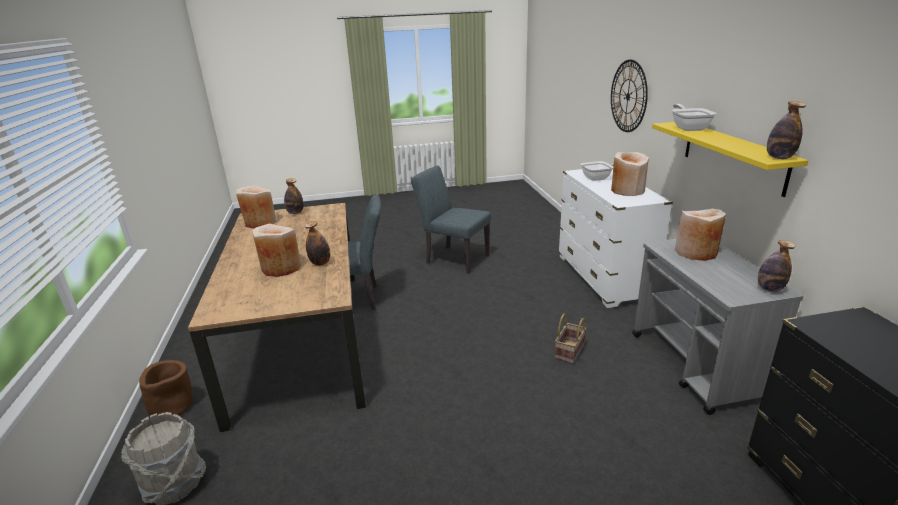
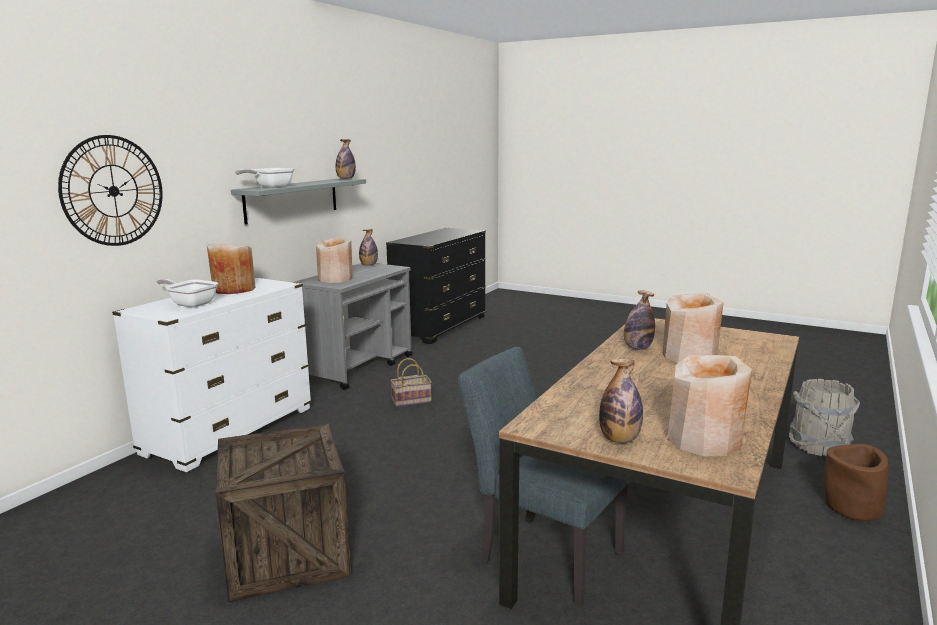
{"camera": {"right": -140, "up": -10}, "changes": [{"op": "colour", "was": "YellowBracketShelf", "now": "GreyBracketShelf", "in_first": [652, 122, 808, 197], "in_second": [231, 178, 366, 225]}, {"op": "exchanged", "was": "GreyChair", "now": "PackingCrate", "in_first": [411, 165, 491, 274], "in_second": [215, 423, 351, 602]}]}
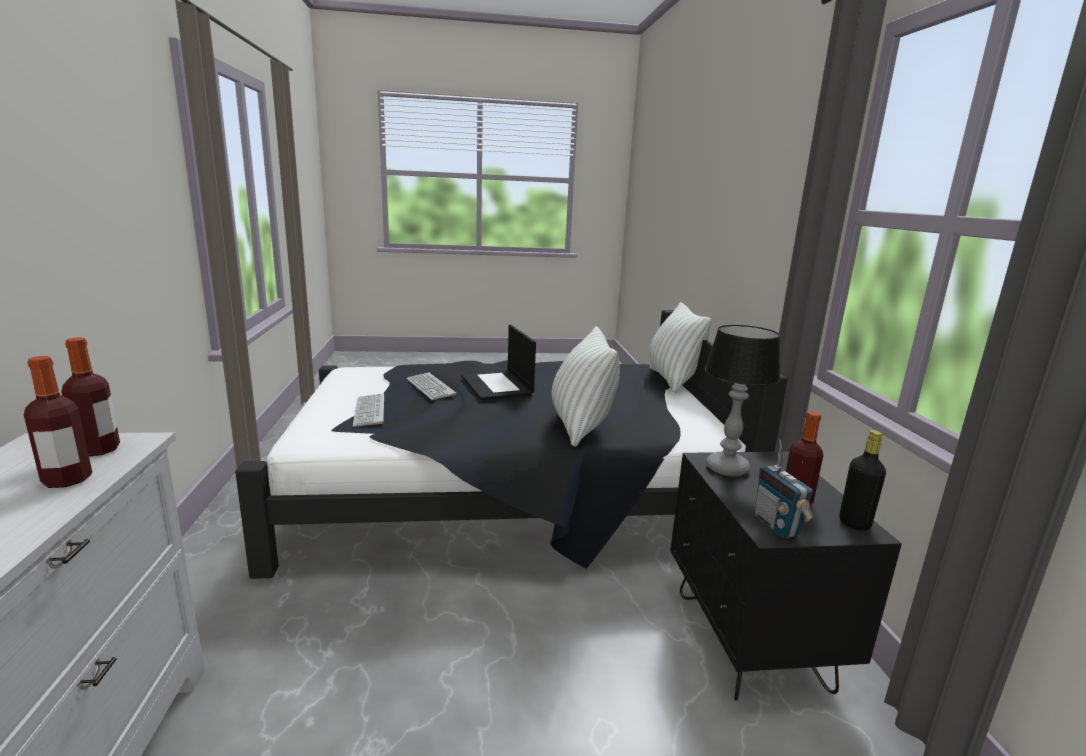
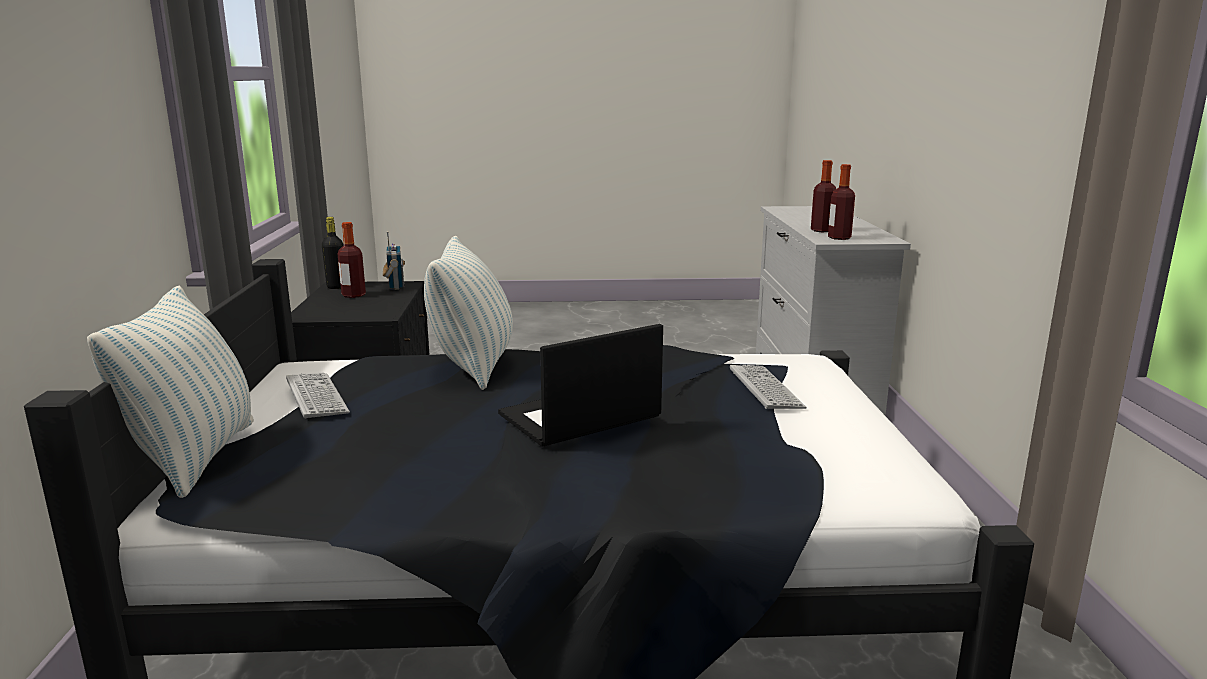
{"camera": {"right": -175, "up": 0}, "changes": [{"op": "spun", "was": "Laptop", "in_first": [461, 325, 536, 400], "in_second": [498, 324, 663, 447], "clockwise": -105}, {"op": "missing", "was": "TableLamp", "in_first": [705, 325, 780, 477]}, {"op": "relocated", "was": "PcKeyboard", "in_first": [407, 373, 456, 400], "in_second": [286, 373, 350, 419]}]}
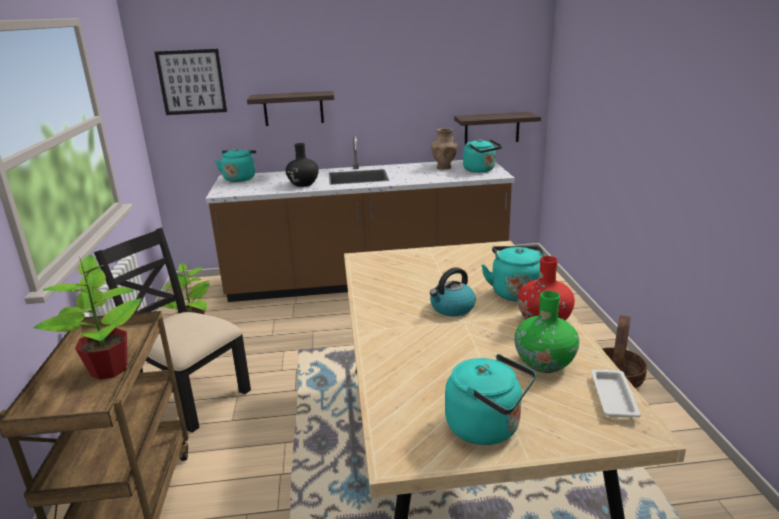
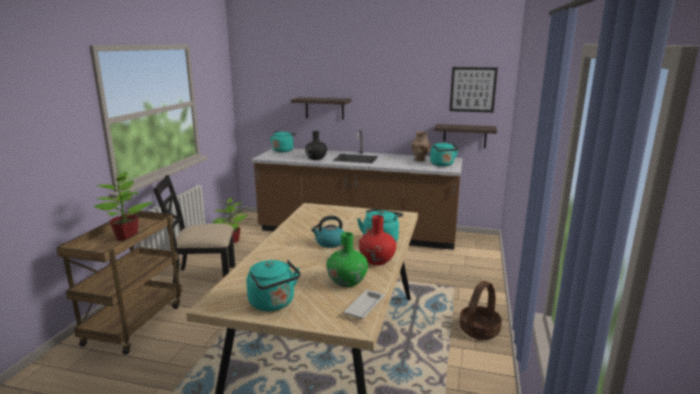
{"camera": {"right": 20, "up": -5}, "changes": [{"op": "relocated", "was": "WallPicture", "in_first": [155, 49, 227, 115], "in_second": [449, 67, 498, 113]}, {"op": "spun", "was": "BlackColouredChair", "in_first": [94, 227, 251, 433], "in_second": [153, 175, 235, 283], "clockwise": -60}]}
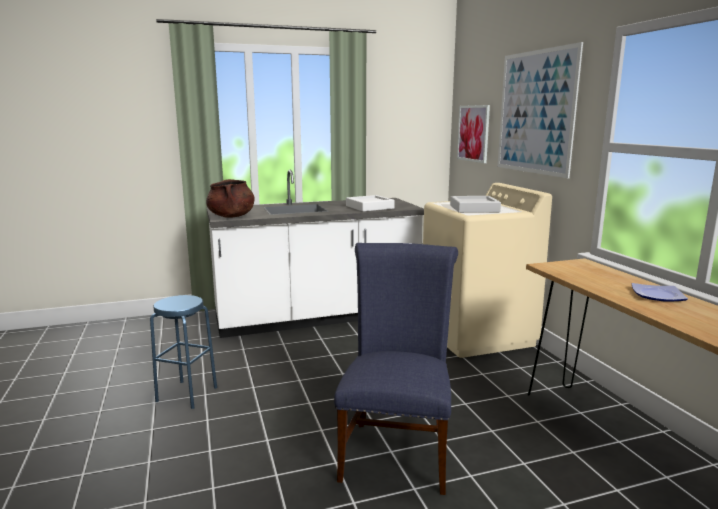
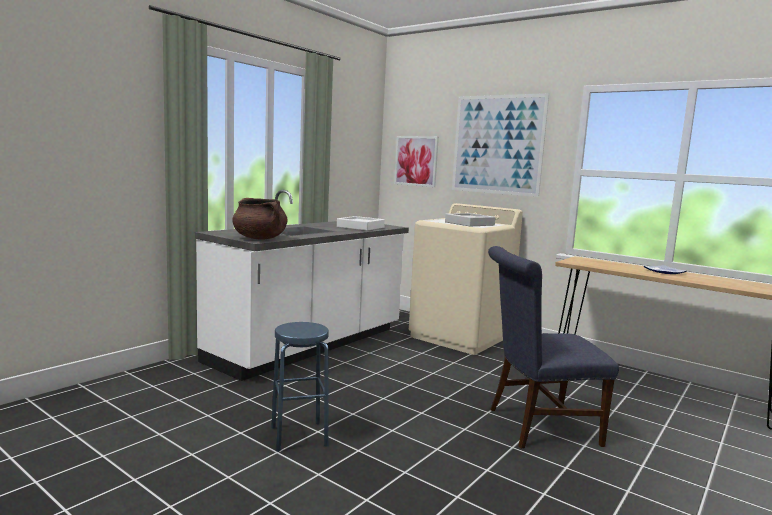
{"camera": {"right": -35, "up": -5}, "changes": [{"op": "spun", "was": "BlueColouredChair", "in_first": [334, 243, 458, 495], "in_second": [488, 246, 619, 449], "clockwise": -75}]}
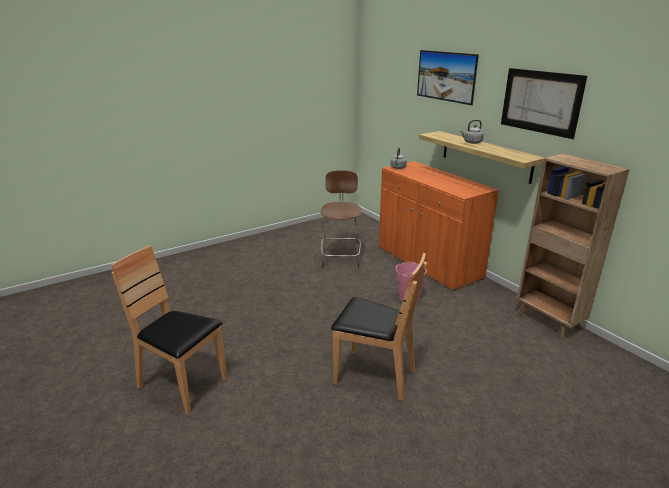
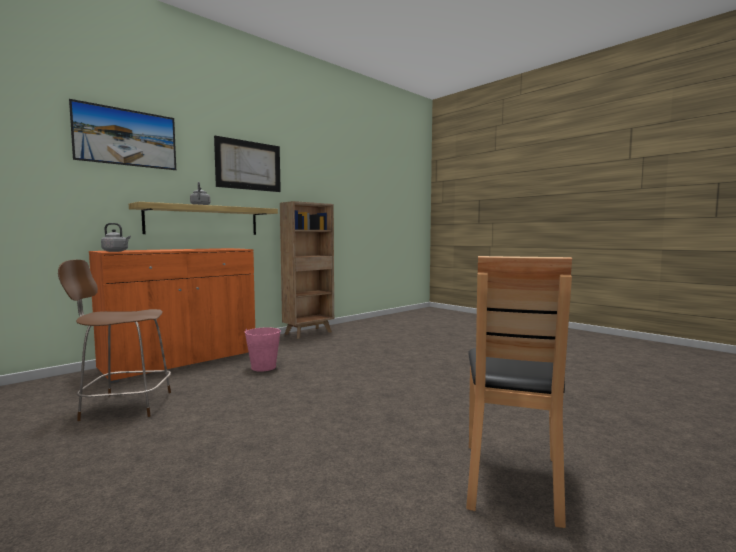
{"camera": {"right": -100, "up": -20}, "changes": [{"op": "missing", "was": "BrownColouredChair", "in_first": [331, 253, 427, 401]}]}
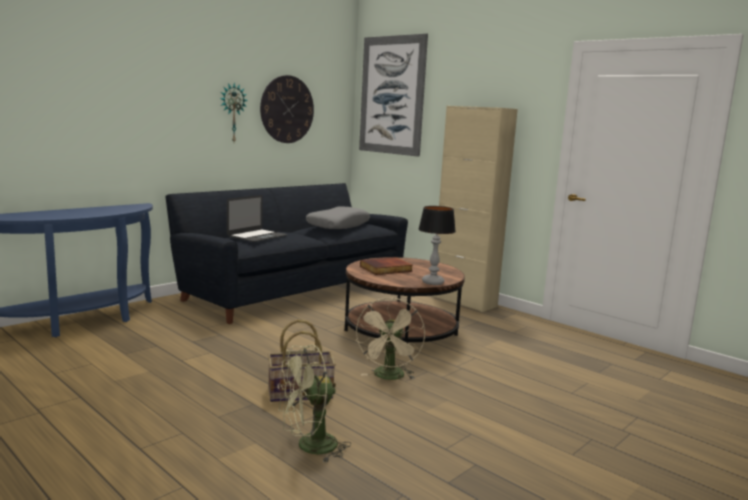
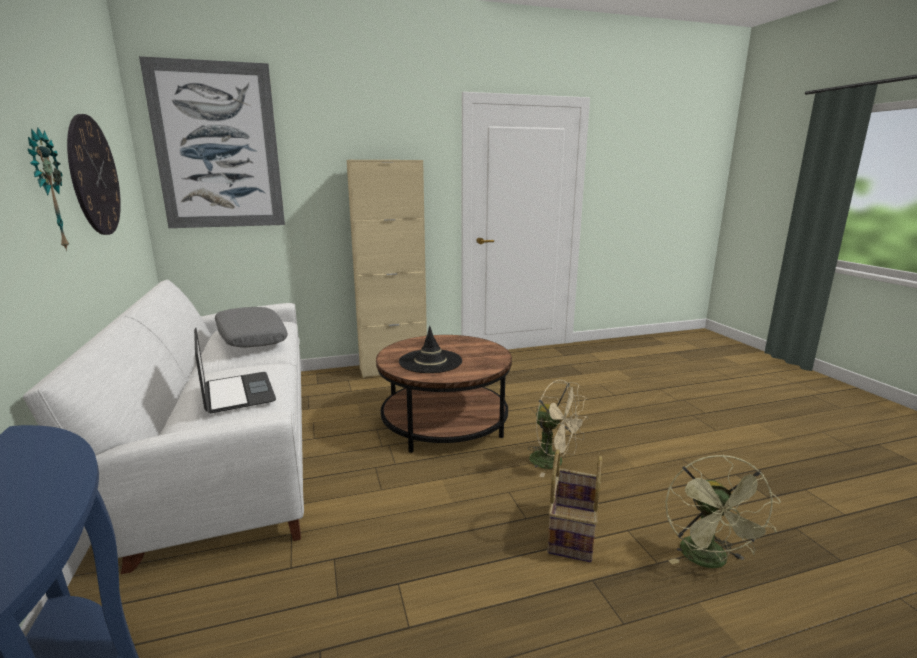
{"camera": {"right": -60, "up": 5}, "changes": [{"op": "colour", "was": "BlackColouredSofa", "now": "WhiteSofa", "in_first": [165, 183, 408, 324], "in_second": [23, 280, 304, 574]}, {"op": "missing", "was": "TableLamp", "in_first": [418, 206, 456, 285]}, {"op": "exchanged", "was": "Book", "now": "BlackColouredClothingHat", "in_first": [360, 257, 413, 275], "in_second": [399, 326, 462, 373]}]}
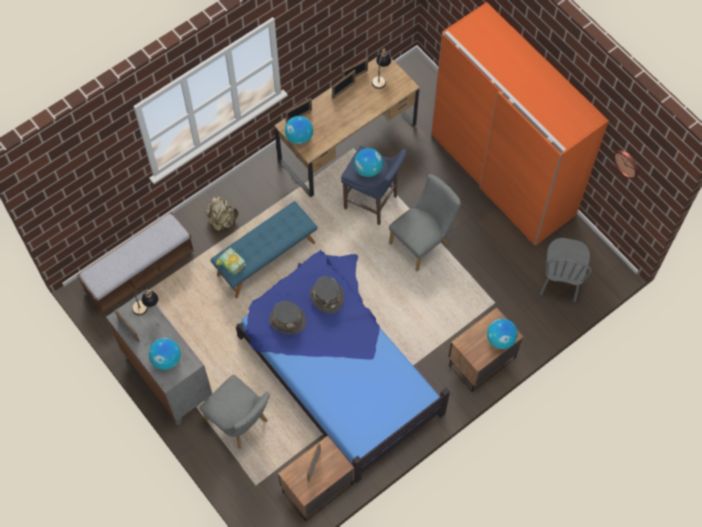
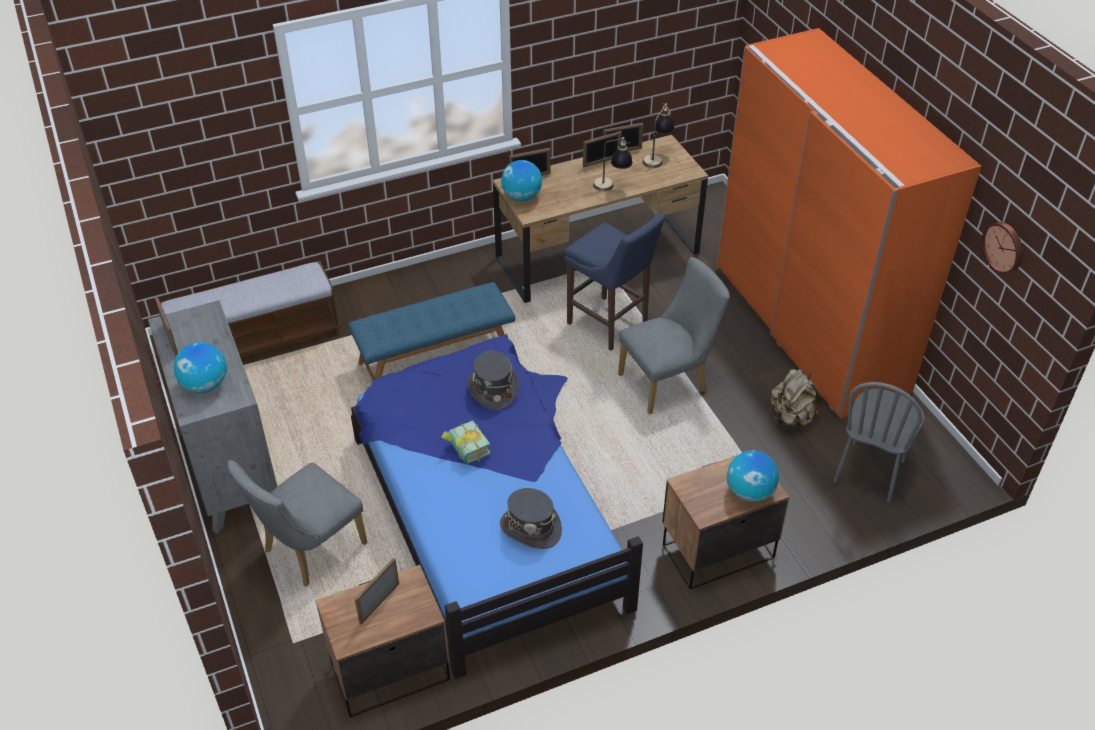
{"camera": {"right": 15, "up": -20}, "changes": [{"op": "missing", "was": "WorldGlobe", "in_first": [354, 148, 383, 177]}, {"op": "relocated", "was": "BeigeColouredRucksack", "in_first": [205, 196, 238, 231], "in_second": [771, 369, 822, 427]}, {"op": "relocated", "was": "Book", "in_first": [216, 247, 246, 275], "in_second": [441, 420, 491, 464]}, {"op": "relocated", "was": "TableLamp", "in_first": [132, 288, 159, 316], "in_second": [593, 136, 633, 191]}, {"op": "relocated", "was": "GreyClothingHat", "in_first": [269, 301, 306, 334], "in_second": [500, 488, 562, 549]}, {"op": "spun", "was": "GreyChair", "in_first": [200, 375, 270, 449], "in_second": [227, 460, 367, 587], "clockwise": 75}]}
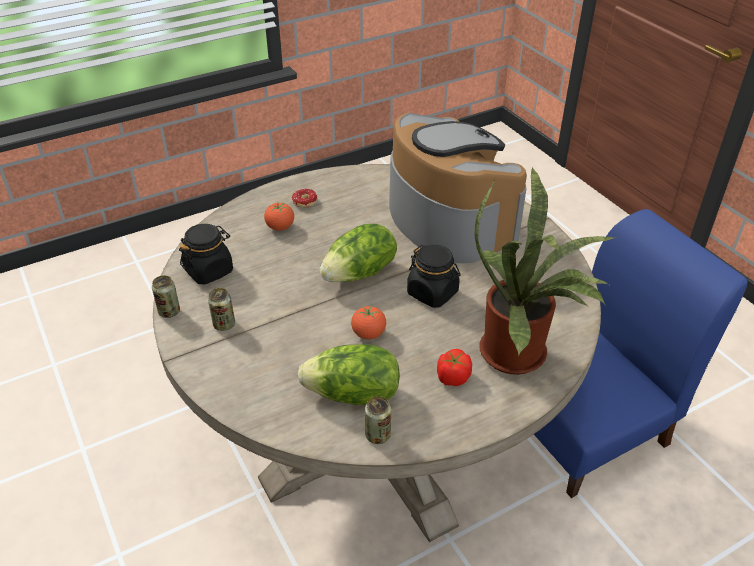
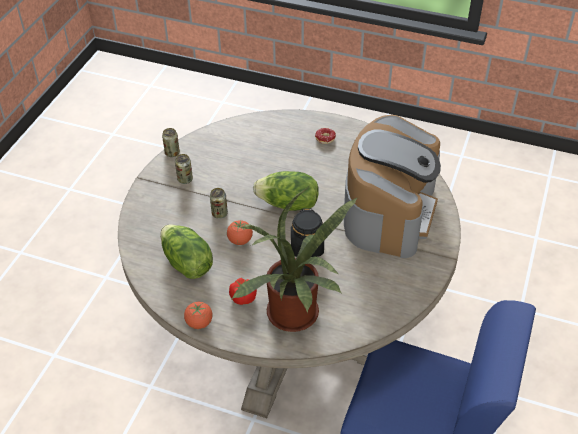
{"camera": {"right": 50, "up": 5}, "changes": [{"op": "relocated", "was": "Tomato", "in_first": [264, 201, 294, 231], "in_second": [184, 302, 213, 329]}, {"op": "missing", "was": "BlackColouredStorageJar", "in_first": [179, 224, 233, 285]}, {"op": "relocated", "was": "SealedCan", "in_first": [365, 396, 391, 444], "in_second": [210, 188, 228, 219]}]}
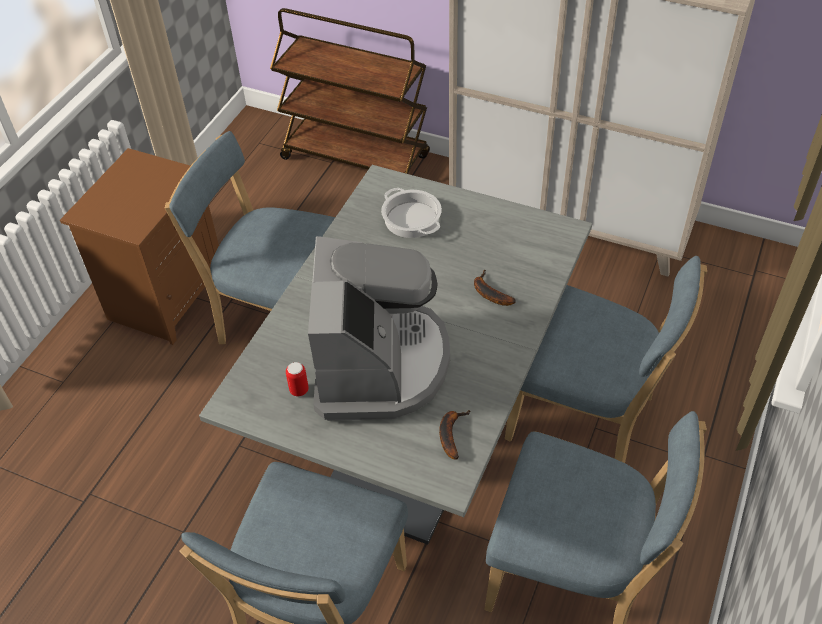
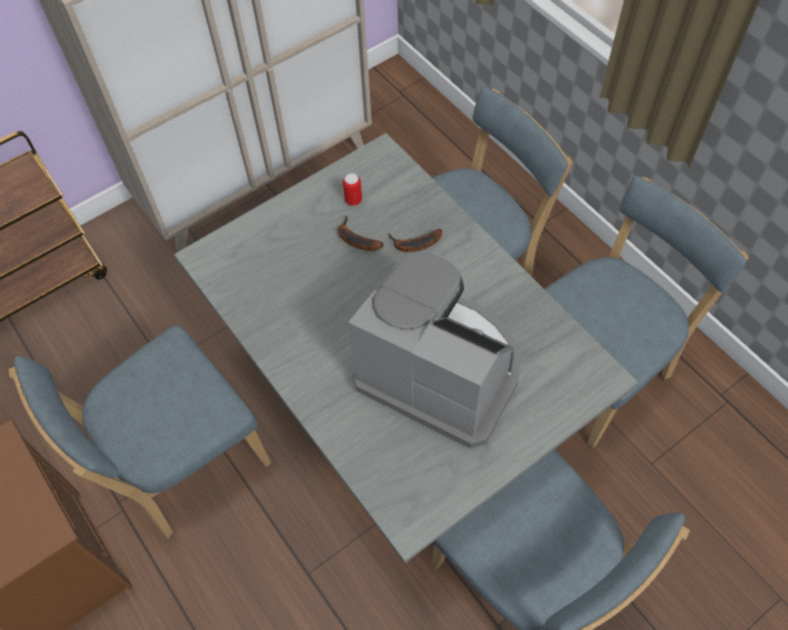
{"camera": {"right": -60, "up": 10}, "changes": [{"op": "missing", "was": "CookingPot", "in_first": [381, 188, 442, 238]}, {"op": "relocated", "was": "SealedCan", "in_first": [286, 362, 309, 397], "in_second": [343, 173, 362, 206]}, {"op": "relocated", "was": "WholeBanana", "in_first": [439, 410, 471, 460], "in_second": [338, 216, 384, 251]}]}
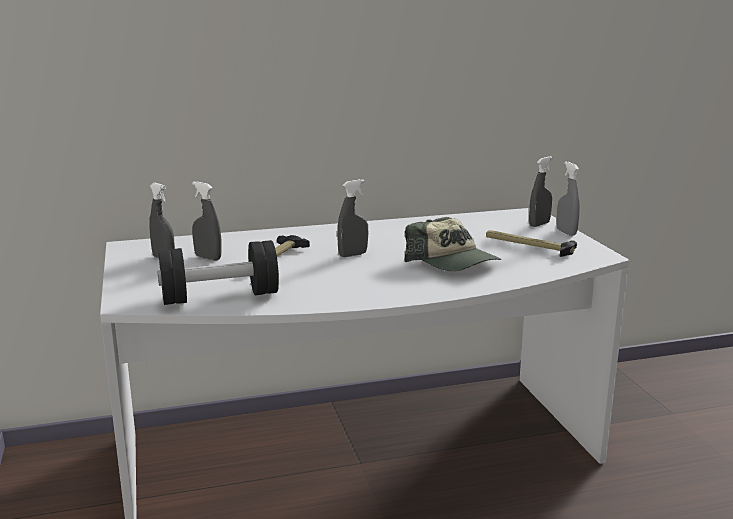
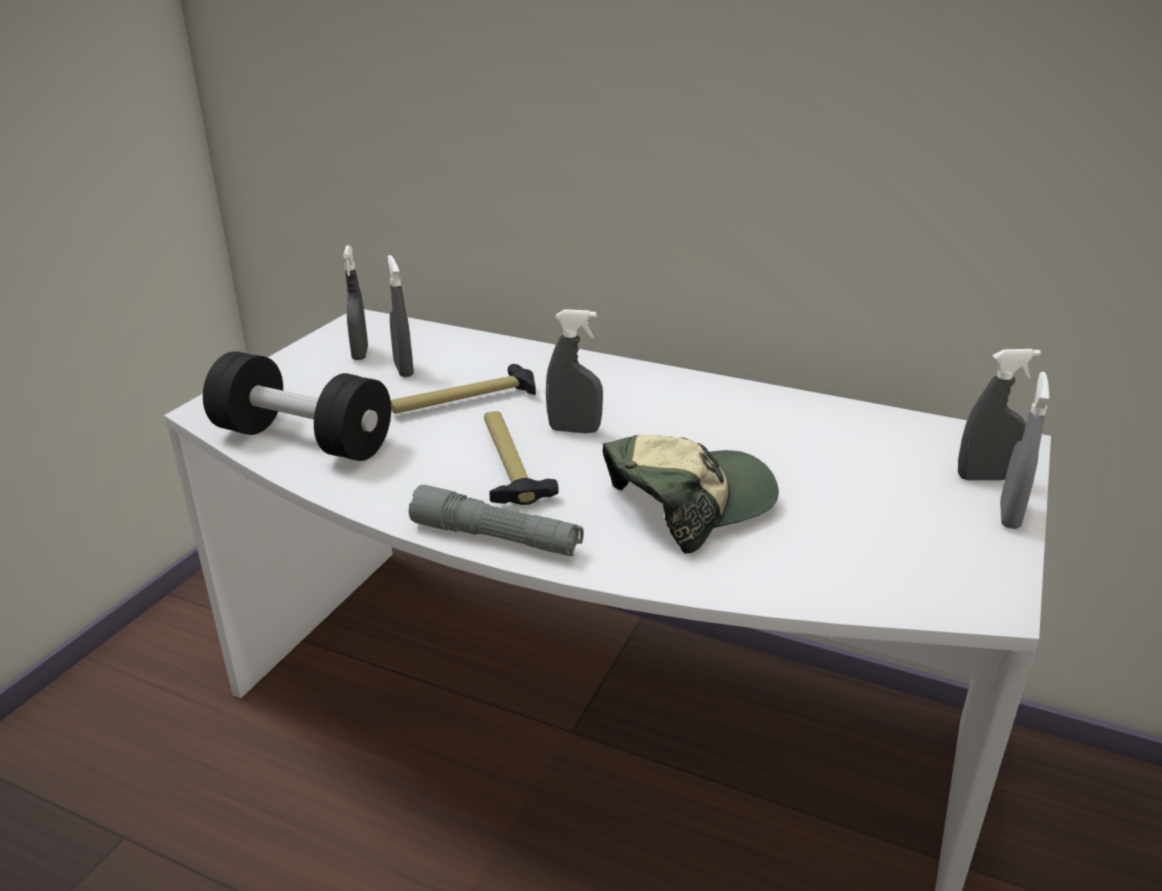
{"camera": {"right": 40, "up": 10}, "changes": [{"op": "spun", "was": "Cap", "in_first": [404, 217, 501, 271], "in_second": [603, 435, 779, 554], "clockwise": -120}, {"op": "relocated", "was": "HandHammer", "in_first": [486, 230, 577, 257], "in_second": [484, 411, 559, 505]}, {"op": "appeared", "now": "GreyTorch", "in_second": [409, 485, 584, 556]}]}
